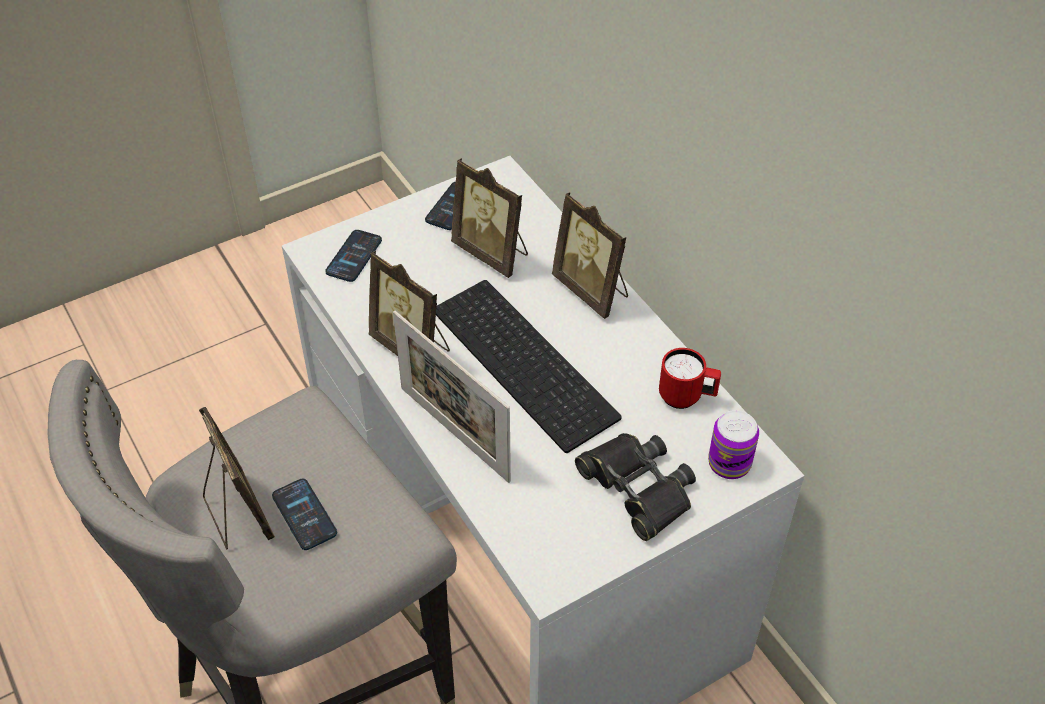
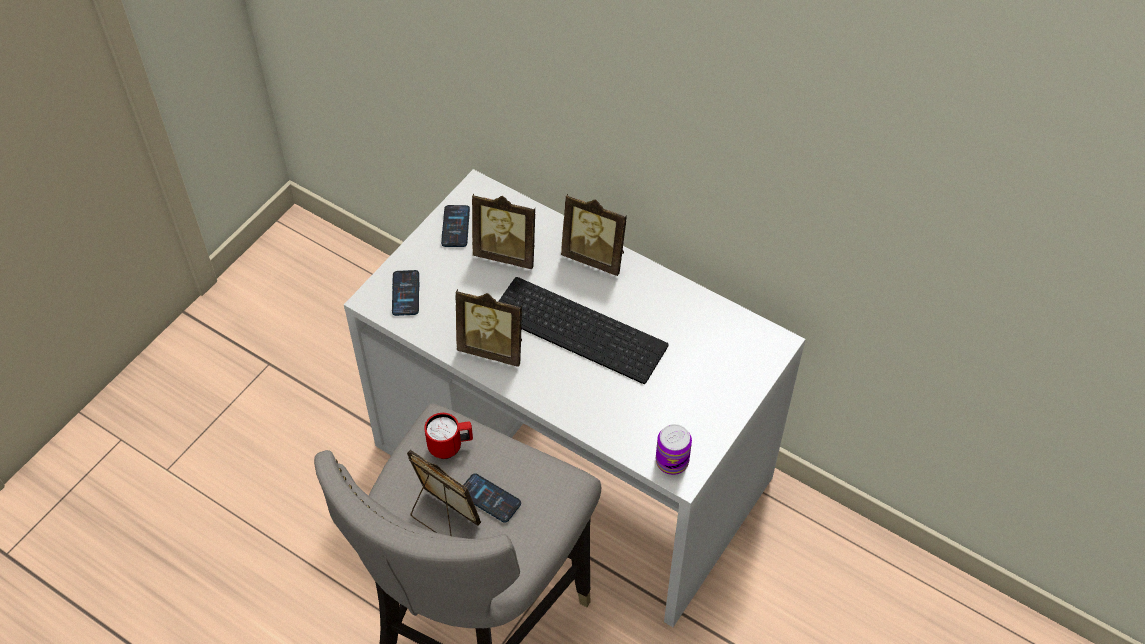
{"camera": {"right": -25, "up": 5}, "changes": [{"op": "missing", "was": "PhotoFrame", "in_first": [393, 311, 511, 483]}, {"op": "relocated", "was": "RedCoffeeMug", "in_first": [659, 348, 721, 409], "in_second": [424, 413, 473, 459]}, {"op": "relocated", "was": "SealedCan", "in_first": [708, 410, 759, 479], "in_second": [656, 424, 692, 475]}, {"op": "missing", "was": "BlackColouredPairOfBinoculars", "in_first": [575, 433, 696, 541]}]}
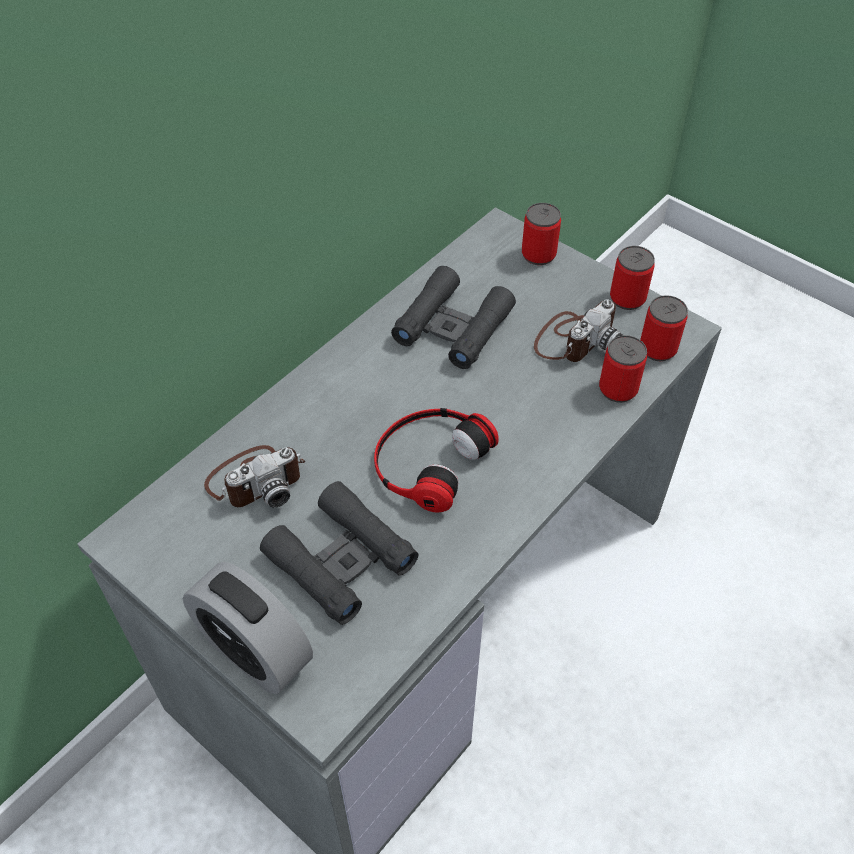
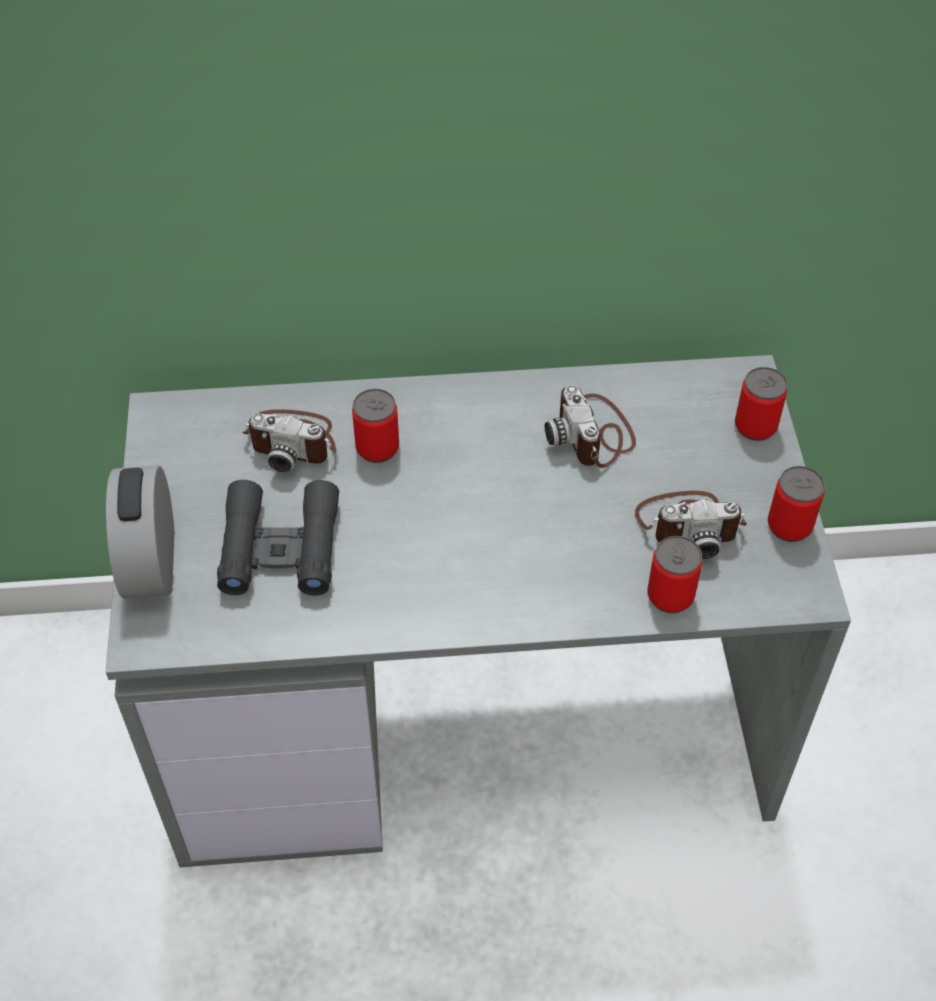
{"camera": {"right": 45, "up": 0}, "changes": [{"op": "exchanged", "was": "BlackColouredPairOfBinoculars", "now": "PhotoCamera", "in_first": [391, 266, 516, 369], "in_second": [545, 385, 636, 468]}, {"op": "relocated", "was": "SealedCan", "in_first": [640, 295, 688, 361], "in_second": [352, 389, 399, 463]}, {"op": "missing", "was": "Headphones", "in_first": [374, 408, 499, 513]}]}
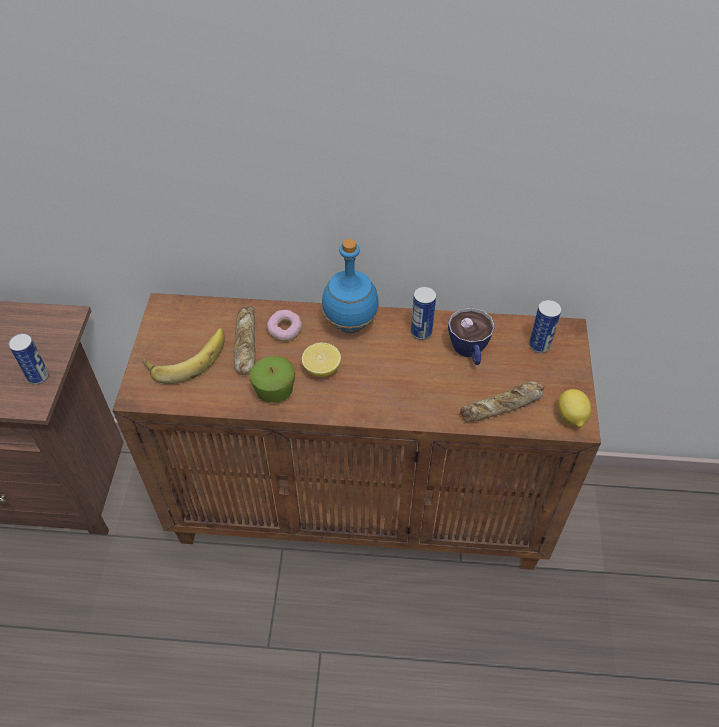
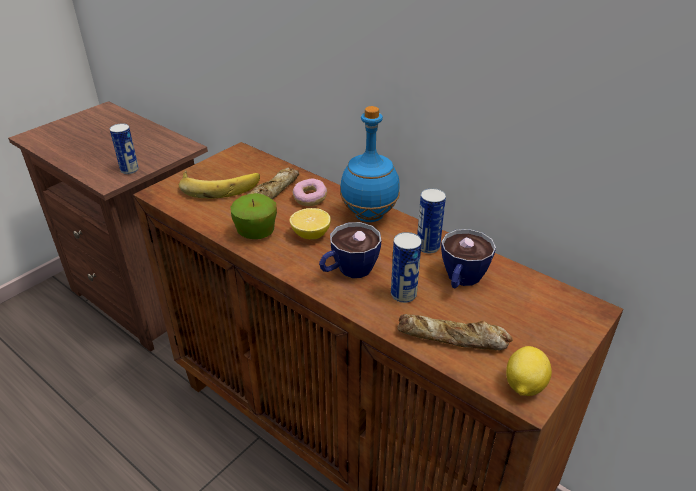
{"camera": {"right": 35, "up": -15}, "changes": [{"op": "relocated", "was": "SealedCan", "in_first": [529, 299, 562, 353], "in_second": [391, 232, 422, 303]}, {"op": "appeared", "now": "Cup", "in_second": [319, 222, 382, 278]}]}
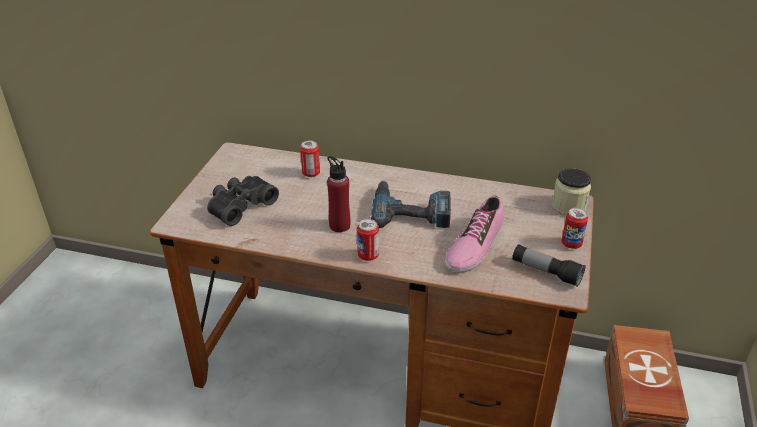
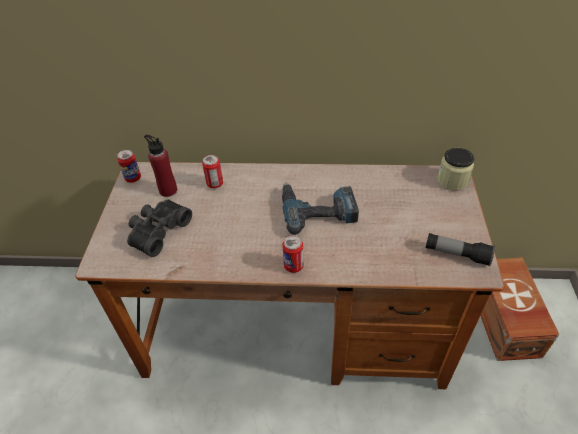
{"camera": {"right": -10, "up": 10}, "changes": [{"op": "relocated", "was": "RedBottle", "in_first": [327, 156, 351, 232], "in_second": [144, 135, 177, 197]}, {"op": "missing", "was": "Shoe", "in_first": [445, 196, 504, 272]}, {"op": "relocated", "was": "SealedCan", "in_first": [561, 208, 588, 249], "in_second": [117, 150, 141, 183]}]}
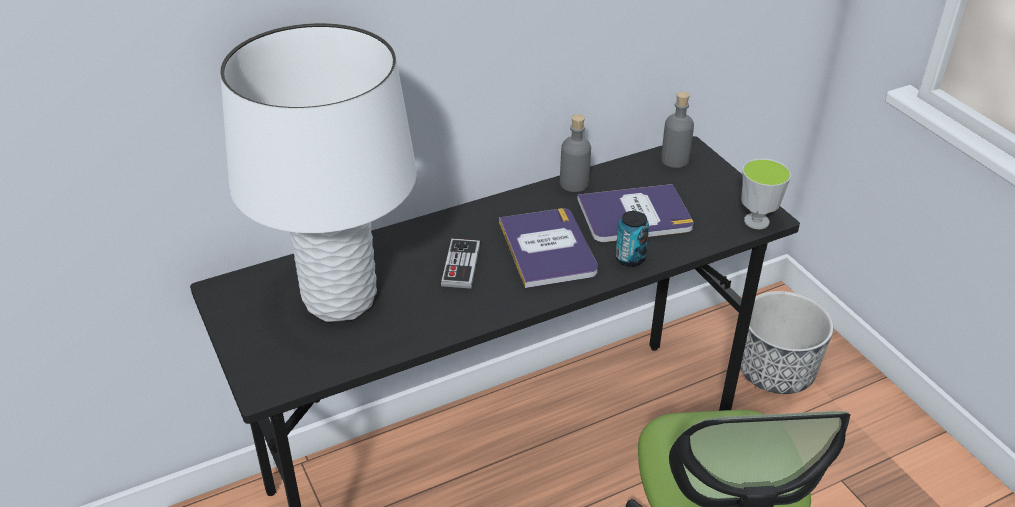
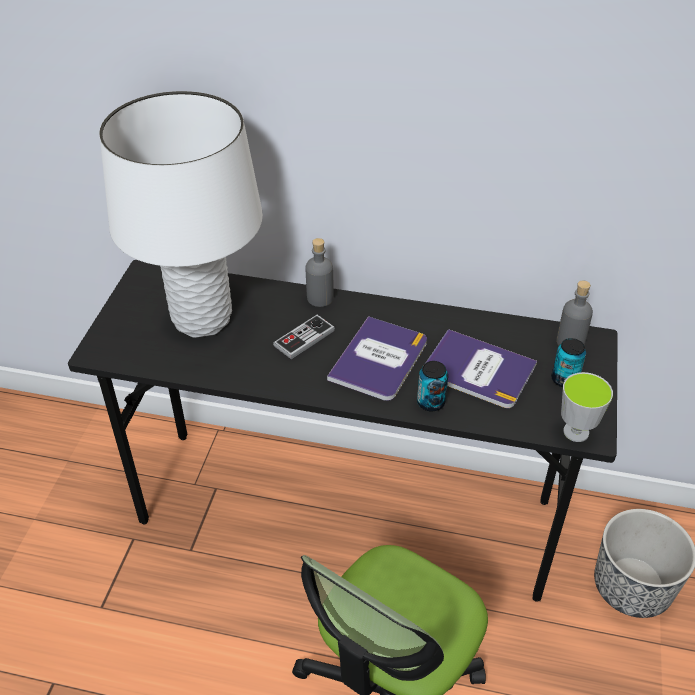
{"camera": {"right": 40, "up": 5}, "changes": [{"op": "relocated", "was": "GreyBottle", "in_first": [560, 114, 591, 192], "in_second": [306, 238, 334, 307]}, {"op": "appeared", "now": "SealedCan", "in_second": [551, 338, 586, 387]}]}
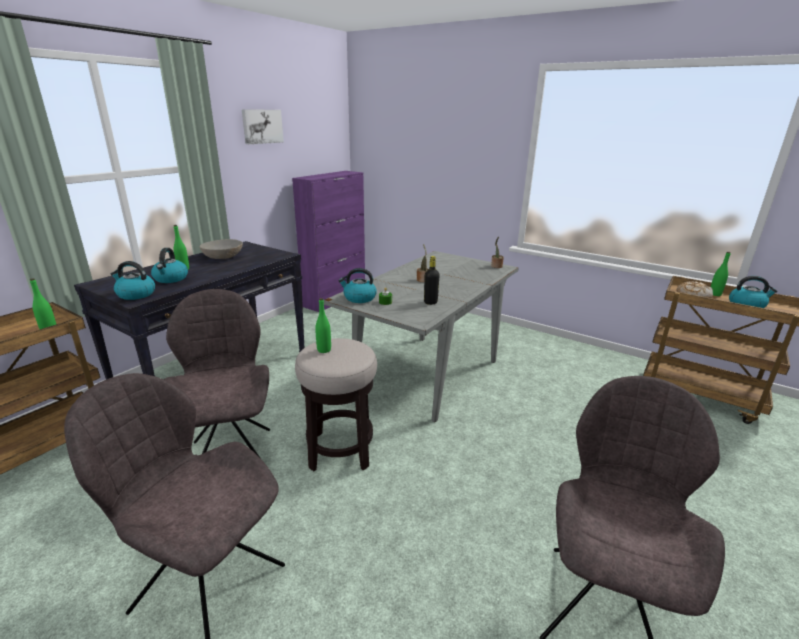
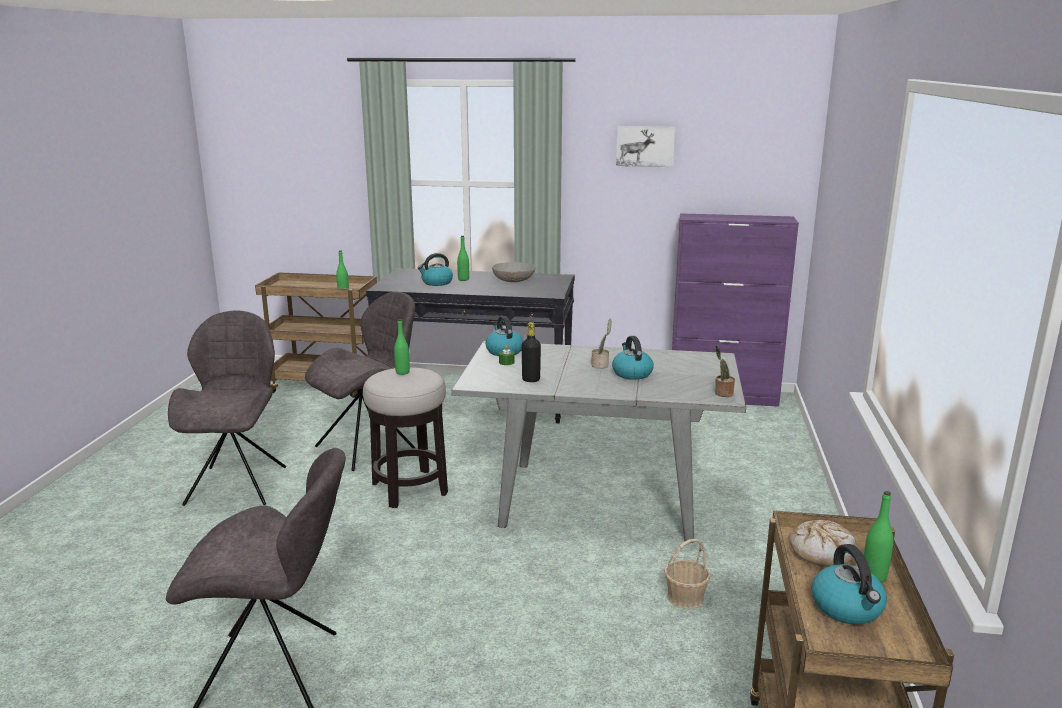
{"camera": {"right": 65, "up": -5}, "changes": [{"op": "relocated", "was": "WaterKettle", "in_first": [111, 261, 155, 300], "in_second": [612, 336, 654, 380]}, {"op": "appeared", "now": "StorageBasket", "in_second": [664, 539, 711, 609]}]}
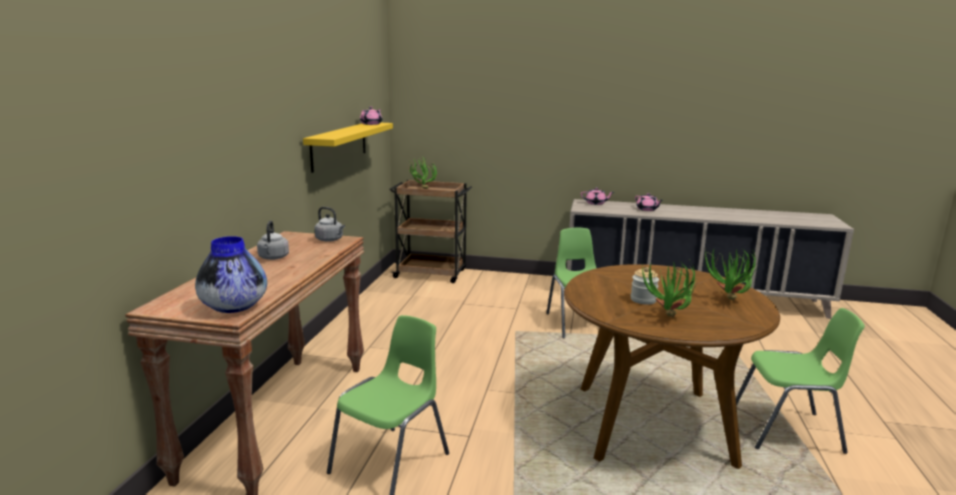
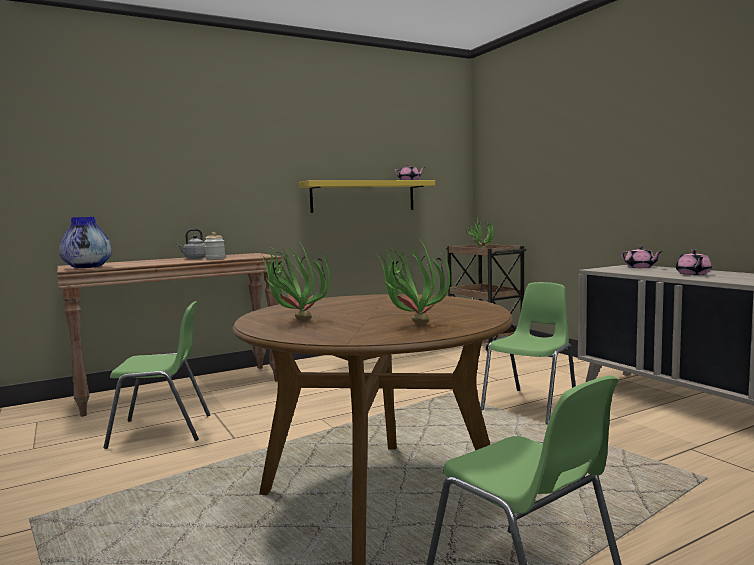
{"camera": {"right": 50, "up": -10}, "changes": [{"op": "missing", "was": "GreyWaterKettle", "in_first": [315, 207, 345, 242]}, {"op": "relocated", "was": "StorageJar", "in_first": [631, 267, 659, 305], "in_second": [204, 232, 225, 259]}]}
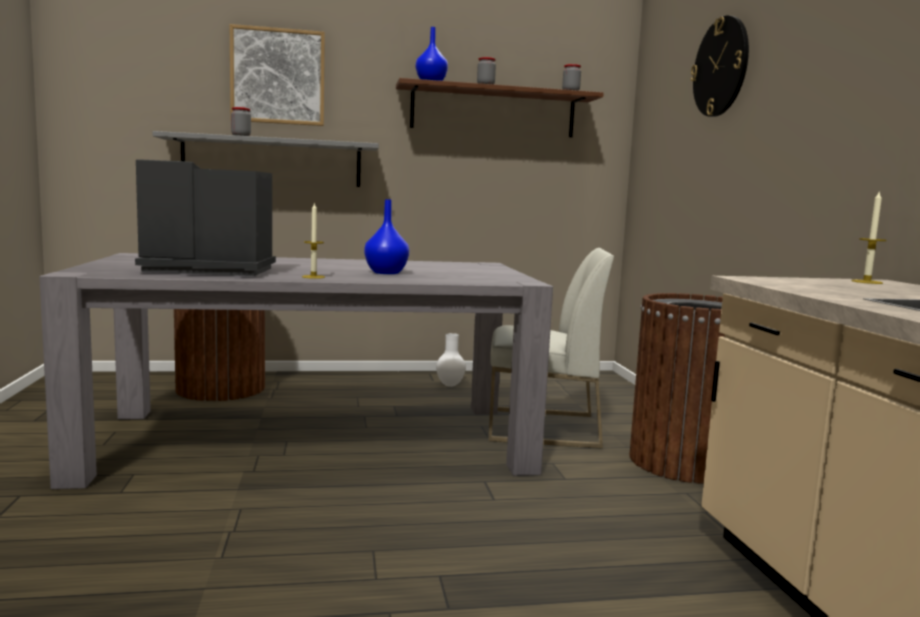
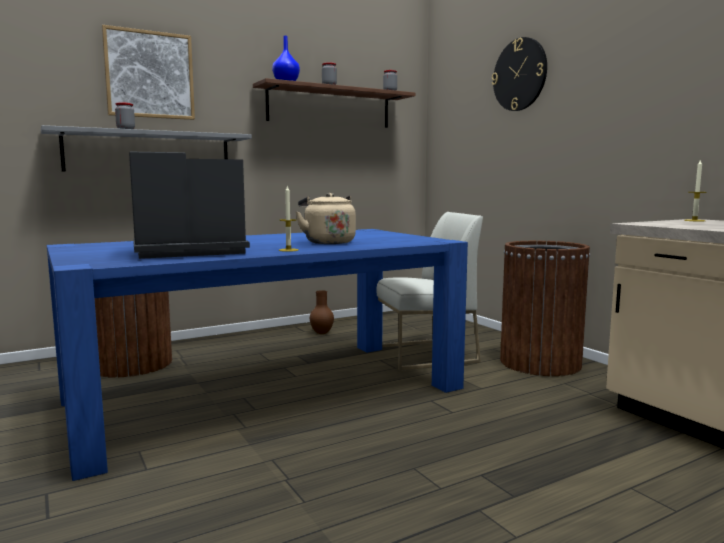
{"camera": {"right": -20, "up": 0}, "changes": [{"op": "exchanged", "was": "BlueColouredFlowerVase", "now": "BeigeColouredWaterKettle", "in_first": [364, 199, 409, 274], "in_second": [296, 193, 356, 244]}, {"op": "colour", "was": "GreyDinnerTable", "now": "BlueColouredDinnerTable", "in_first": [39, 253, 553, 489], "in_second": [47, 229, 468, 481]}, {"op": "colour", "was": "WhiteFlowerVase", "now": "BrownColouredFlowerVase", "in_first": [436, 333, 466, 387], "in_second": [310, 290, 334, 334]}]}
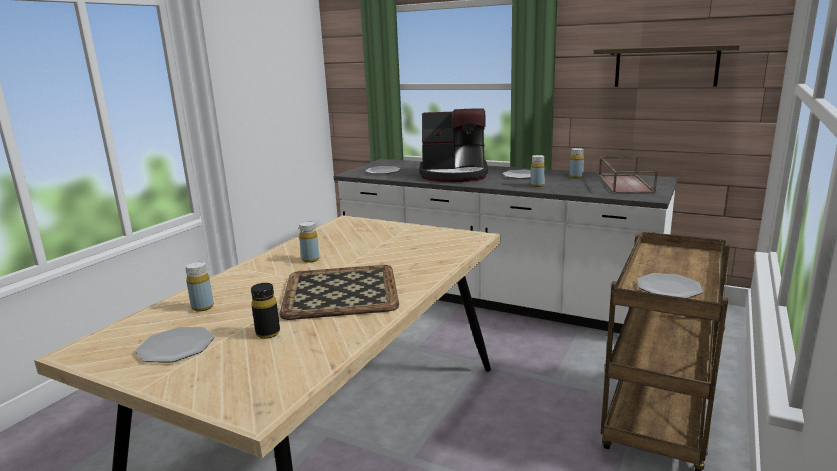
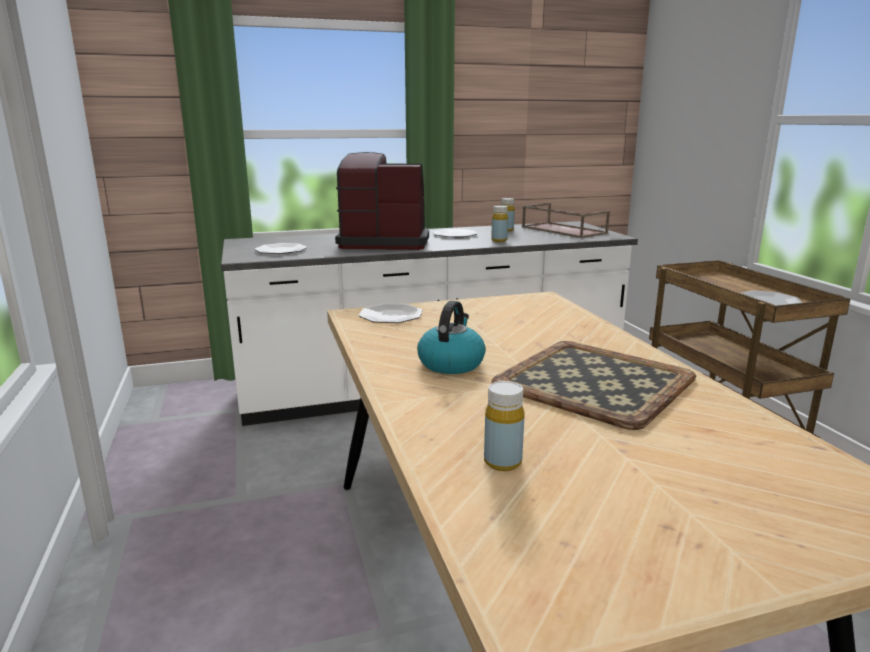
{"camera": {"right": -45, "up": 0}, "changes": [{"op": "missing", "was": "BracketShelf", "in_first": [593, 44, 740, 87]}, {"op": "spun", "was": "CoffeeMachine", "in_first": [419, 108, 488, 182], "in_second": [335, 152, 429, 250], "clockwise": -135}, {"op": "exchanged", "was": "YellowBottle", "now": "WaterKettle", "in_first": [299, 221, 320, 263], "in_second": [417, 301, 486, 374]}, {"op": "missing", "was": "BlackColouredBottle", "in_first": [251, 283, 280, 339]}, {"op": "relocated", "was": "Plate", "in_first": [135, 327, 214, 362], "in_second": [358, 303, 423, 323]}]}
